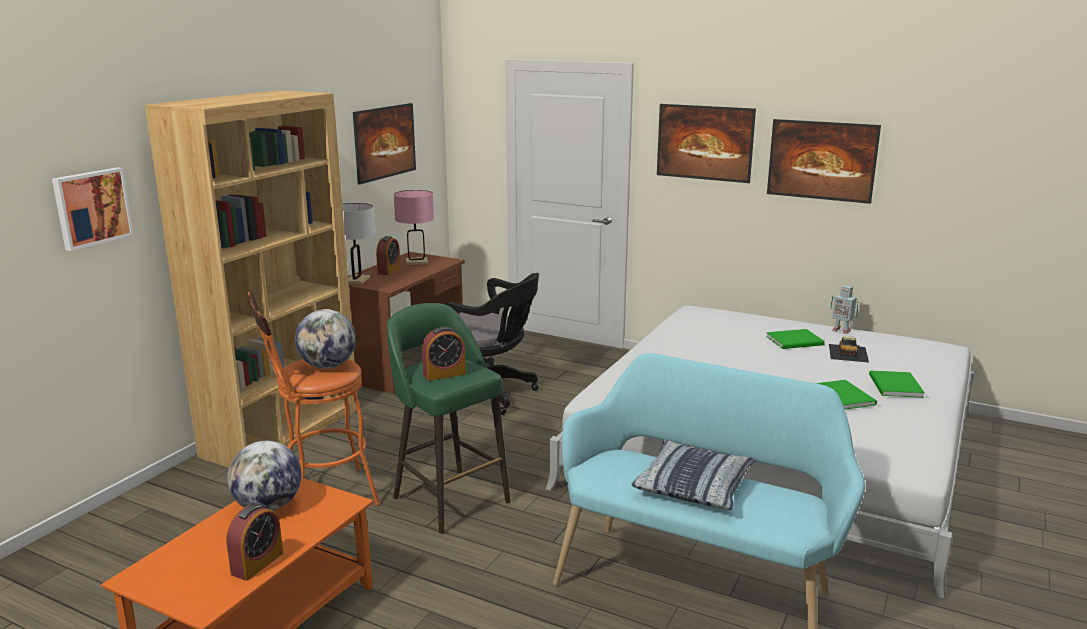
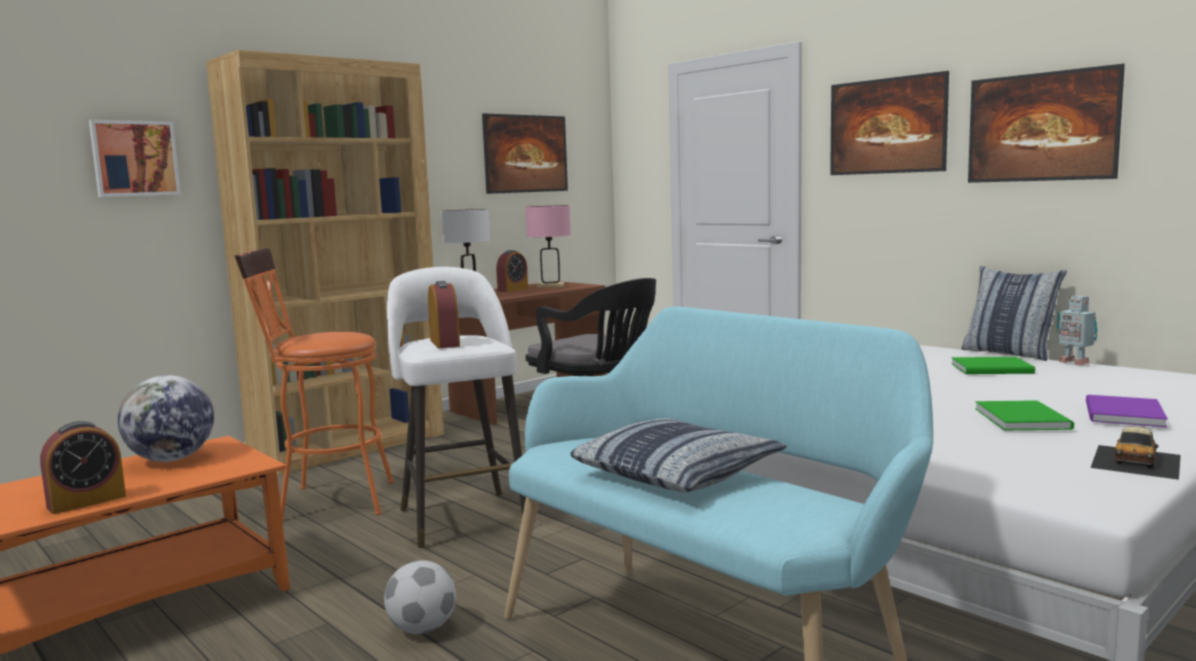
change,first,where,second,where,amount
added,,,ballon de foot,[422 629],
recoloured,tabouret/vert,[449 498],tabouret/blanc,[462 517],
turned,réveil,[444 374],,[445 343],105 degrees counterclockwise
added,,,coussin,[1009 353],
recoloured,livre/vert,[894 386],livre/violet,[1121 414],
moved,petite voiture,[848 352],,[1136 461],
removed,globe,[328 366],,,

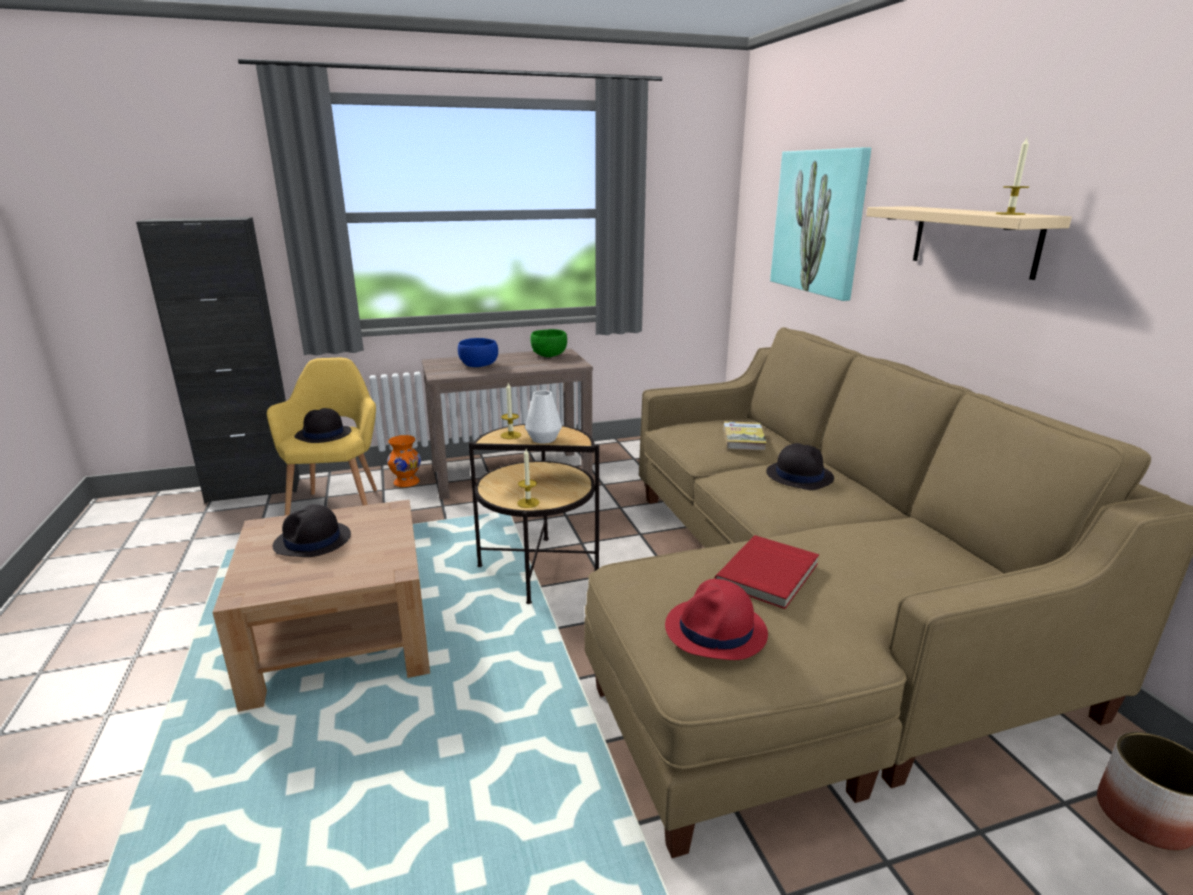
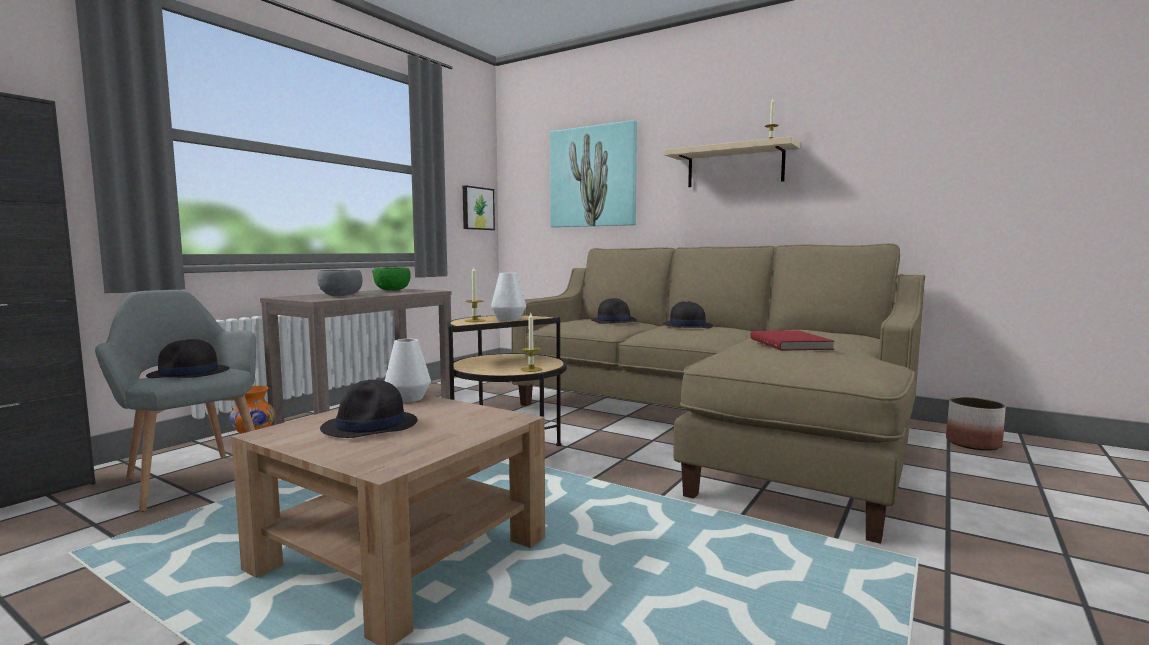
change,first,where,second,where,amount
recoloured,fauteuil/jaune,[339 505],fauteuil/gris,[190 477],
recoloured,bol/bleu,[479 365],bol/gris,[341 295],
added,,,vase/blanc,[408 398],
added,,,tableau,[477 208],
replaced,livre,[743 439],chapeau/noir,[614 321],
removed,chapeau/rouge,[716 631],,,

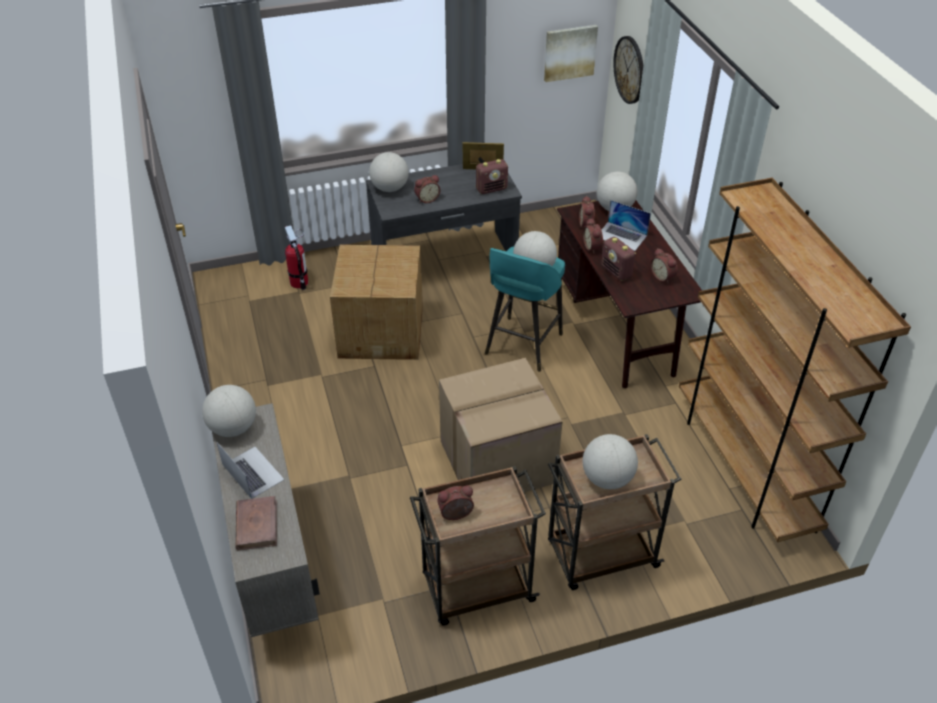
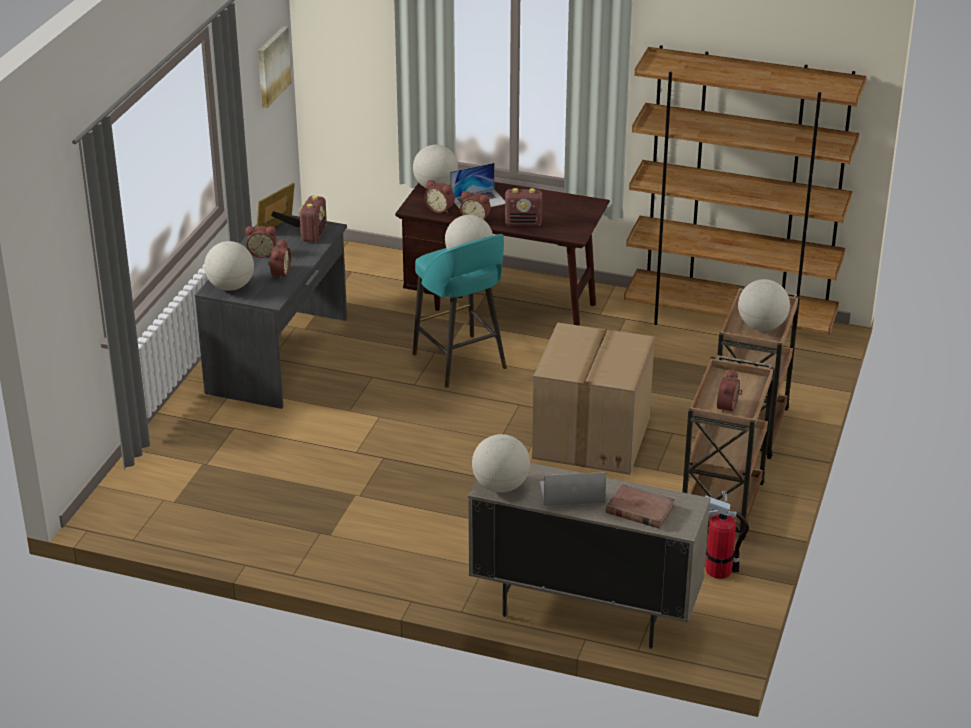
change,first,where,second,where,amount
moved,réveil,[663 276],,[262 253],
moved,extincteur,[299 282],,[719 570],
removed,carton,[382 330],,,
removed,horloge murale,[630 70],,,

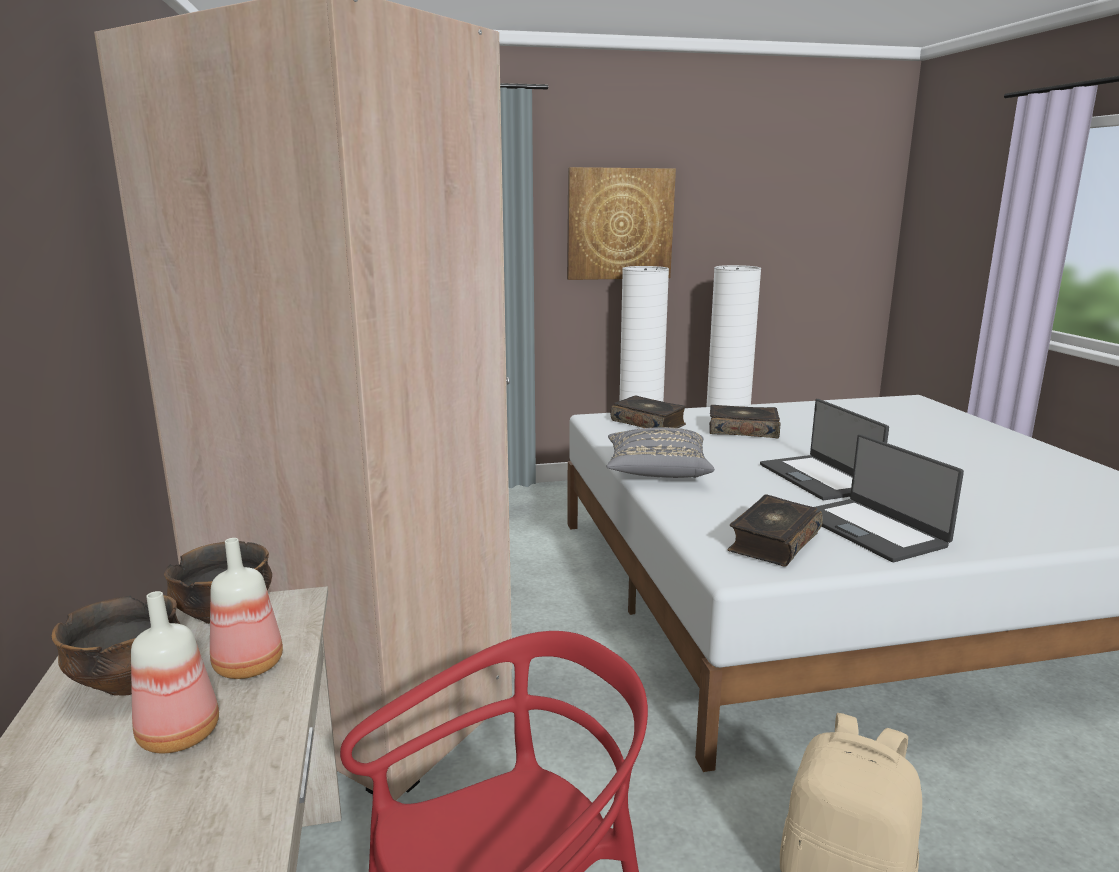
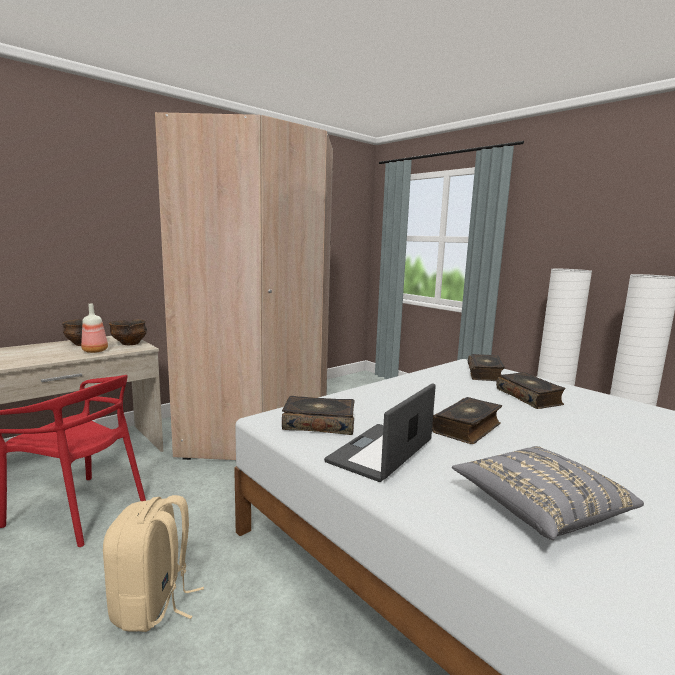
change,first,where,second,where,amount
replaced,ordinateur portable,[818 478],livre,[467 428],
moved,coussin/gris,[656 471],,[538 508],
removed,bouteille,[180 733],,,
removed,tableau,[619 224],,,

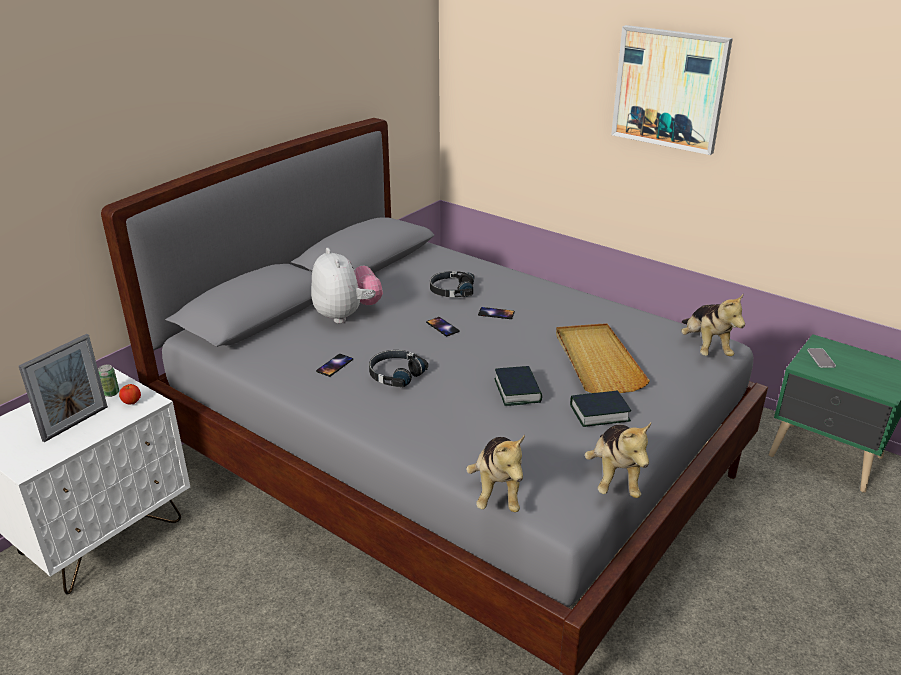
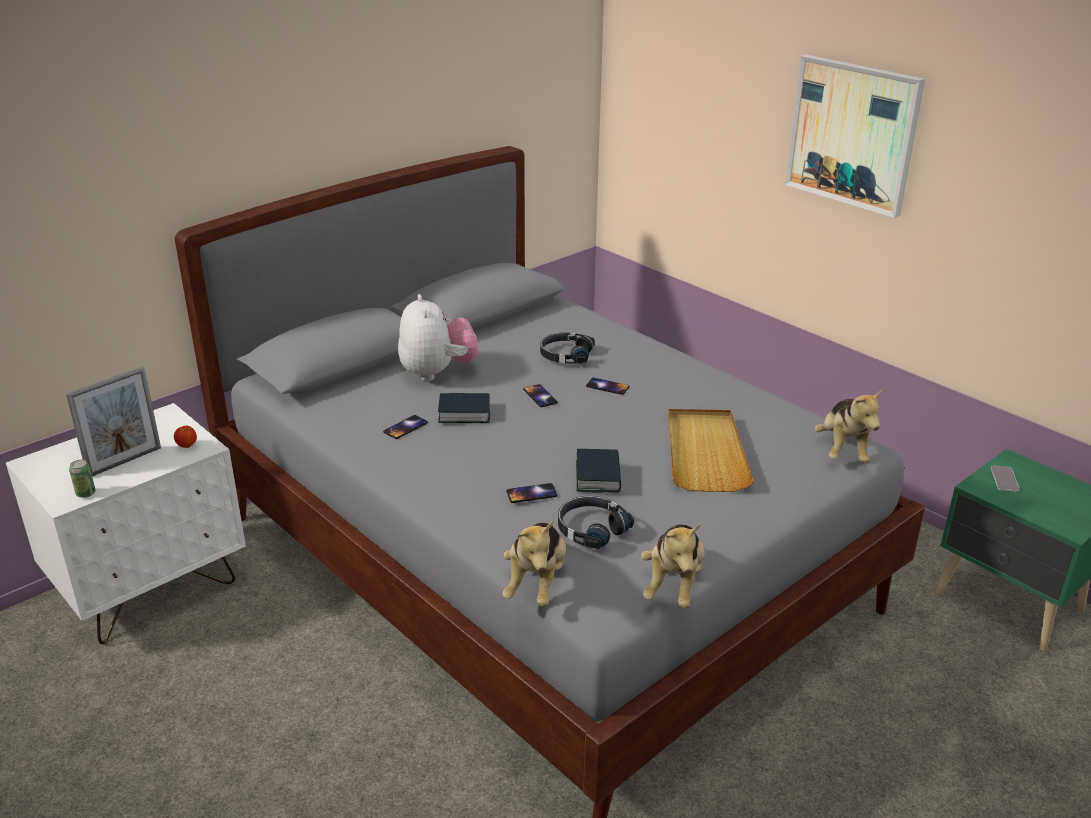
change,first,where,second,where,amount
moved,boîte métallique,[111 393],,[86 493],
moved,livre,[599 413],,[464 413],
added,,,téléphone,[531 494],
moved,casque audio/noir,[395 374],,[591 529],

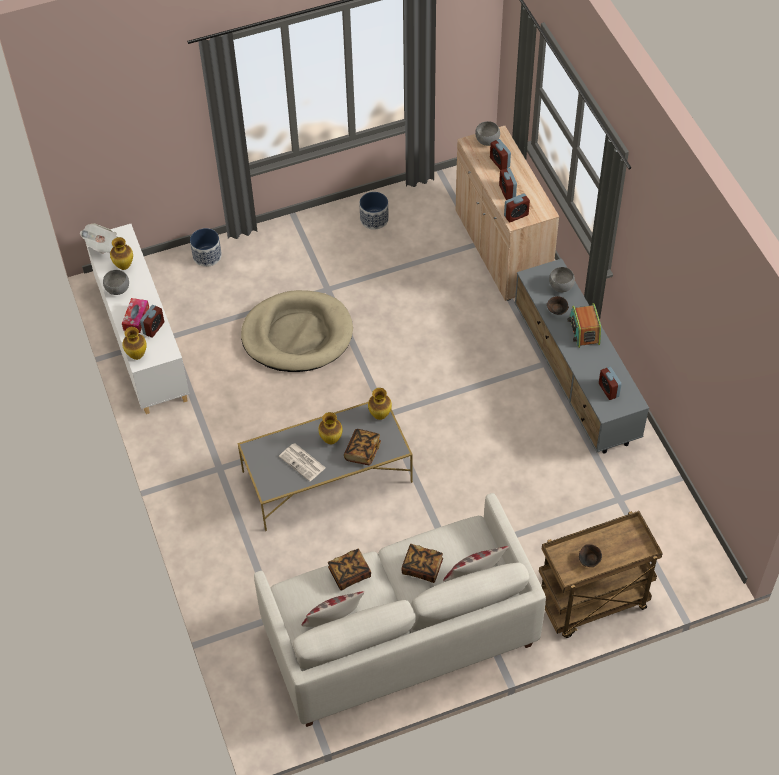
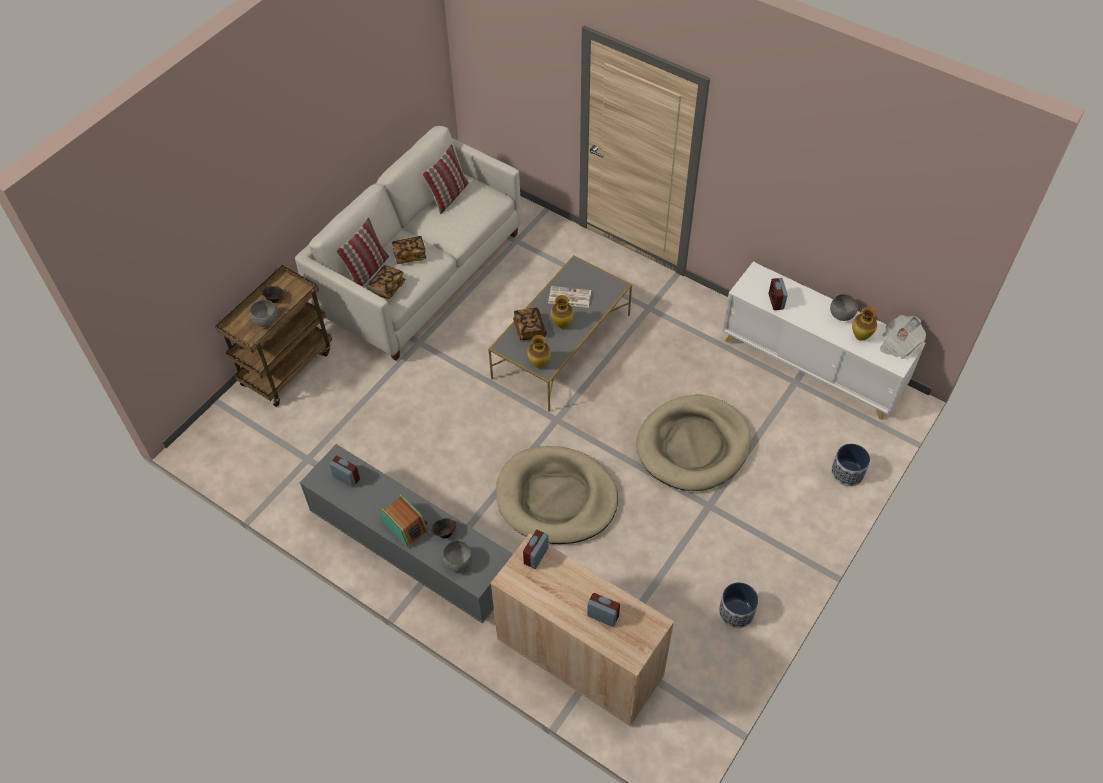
change,first,where,second,where,amount
moved,bol/gris,[486 141],,[266 320],
moved,livre,[349 574],,[387 287],
added,,,panier pour chien/beige,[556 498],
removed,boîte à mouchoirs,[136 318],,,
removed,vase,[136 355],,,
removed,réveil,[507 191],,,

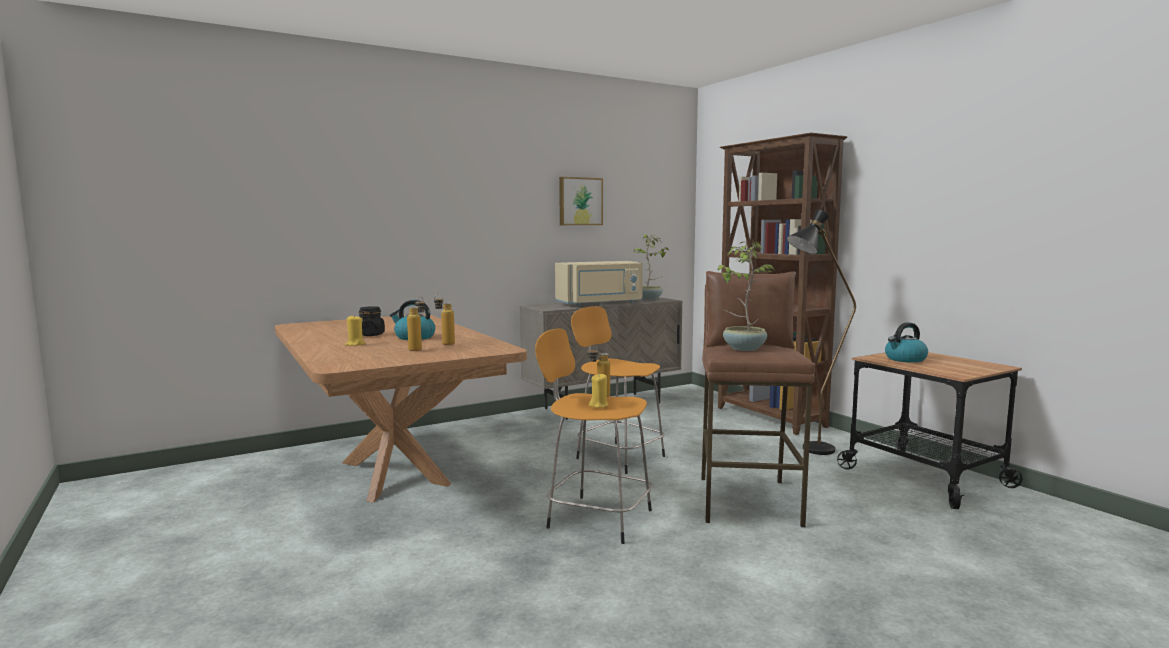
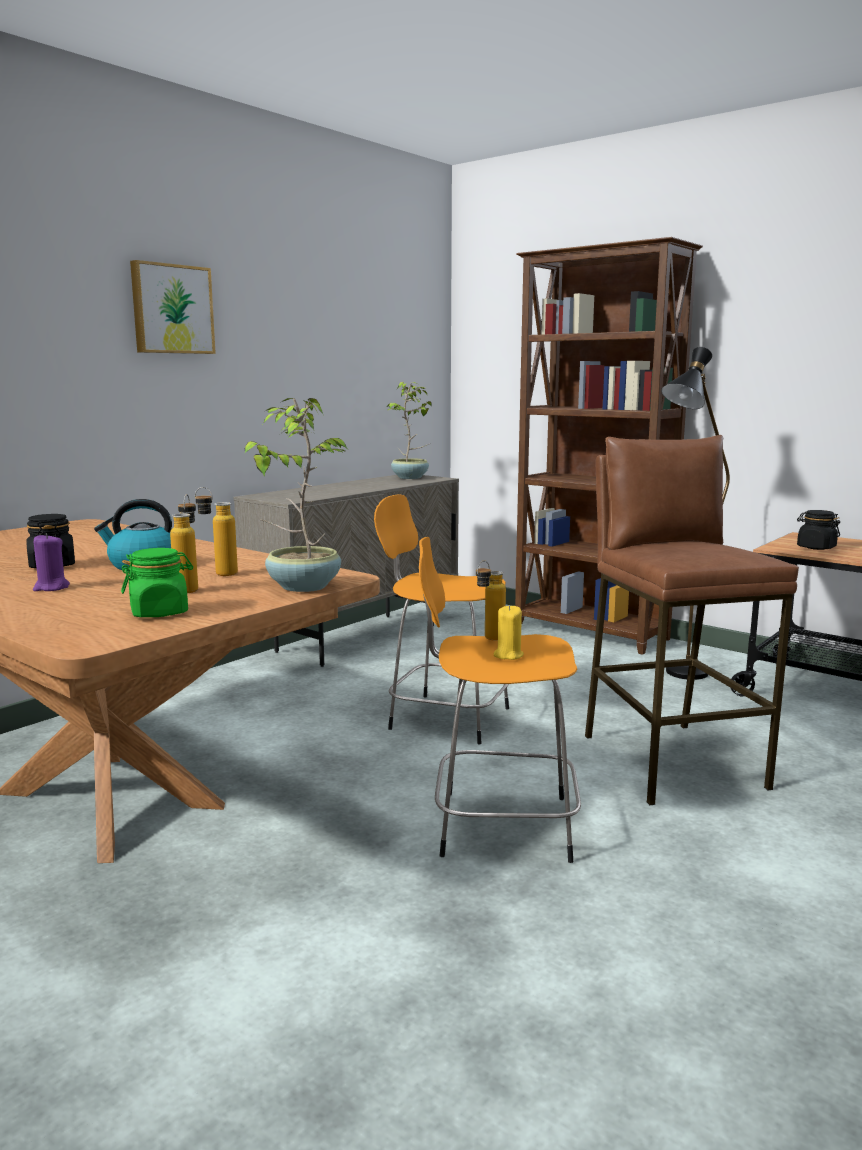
change,first,where,second,where,amount
recoloured,bougie/jaune,[355 344],bougie/violet,[51 588],
added,,,bocal/vert,[160 612],
moved,tableau,[580 201],,[171 309],
moved,plante en pot,[743 348],,[302 586],
replaced,bouilloire,[905 359],bocal/noir,[816 547],
removed,micro-ondes/beige,[600 303],,,

